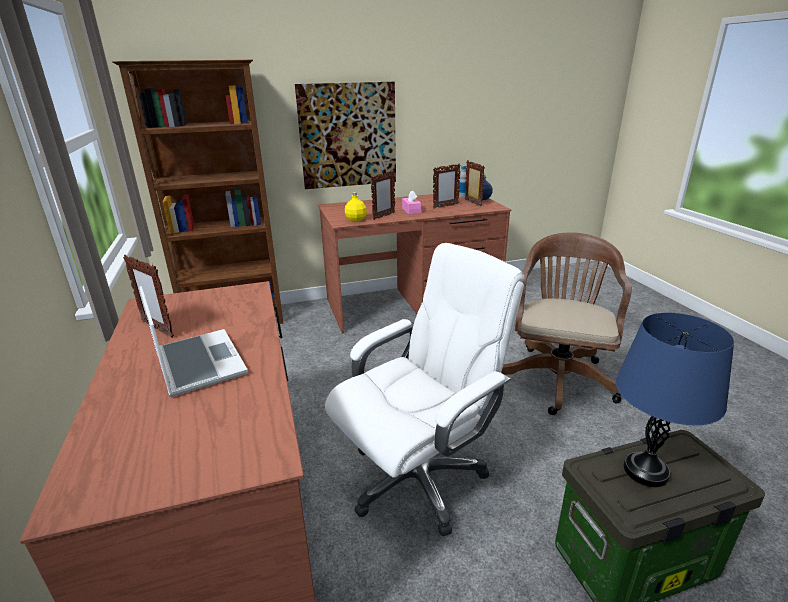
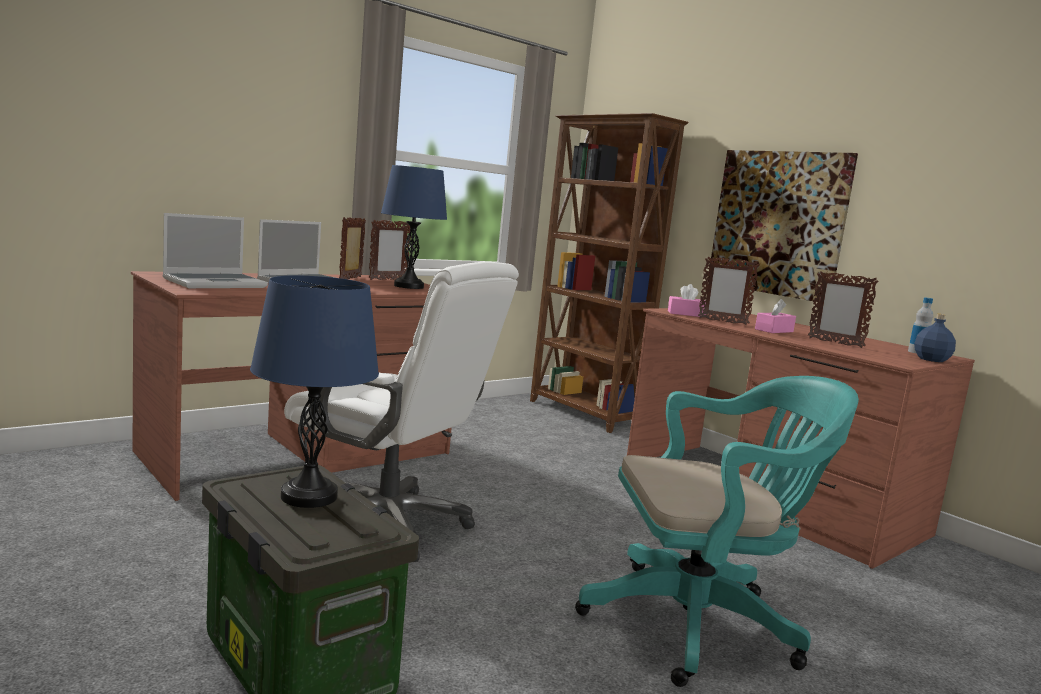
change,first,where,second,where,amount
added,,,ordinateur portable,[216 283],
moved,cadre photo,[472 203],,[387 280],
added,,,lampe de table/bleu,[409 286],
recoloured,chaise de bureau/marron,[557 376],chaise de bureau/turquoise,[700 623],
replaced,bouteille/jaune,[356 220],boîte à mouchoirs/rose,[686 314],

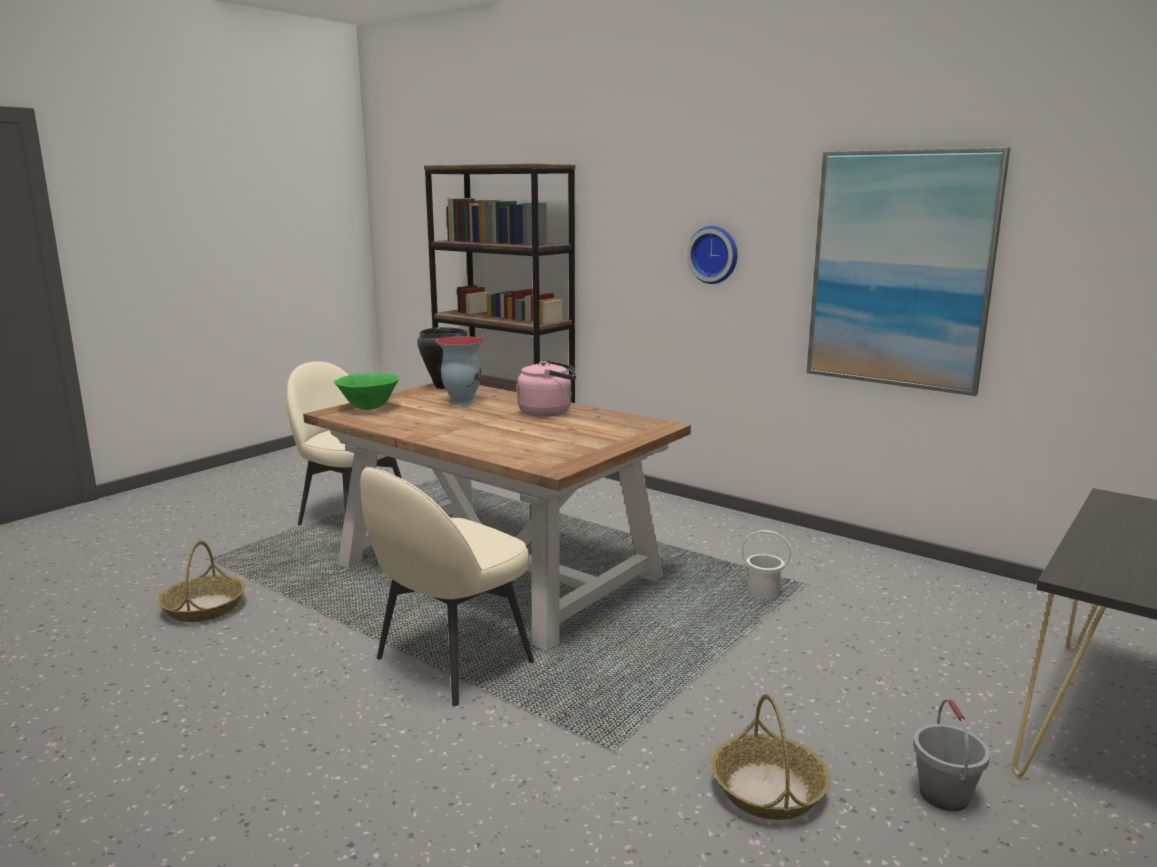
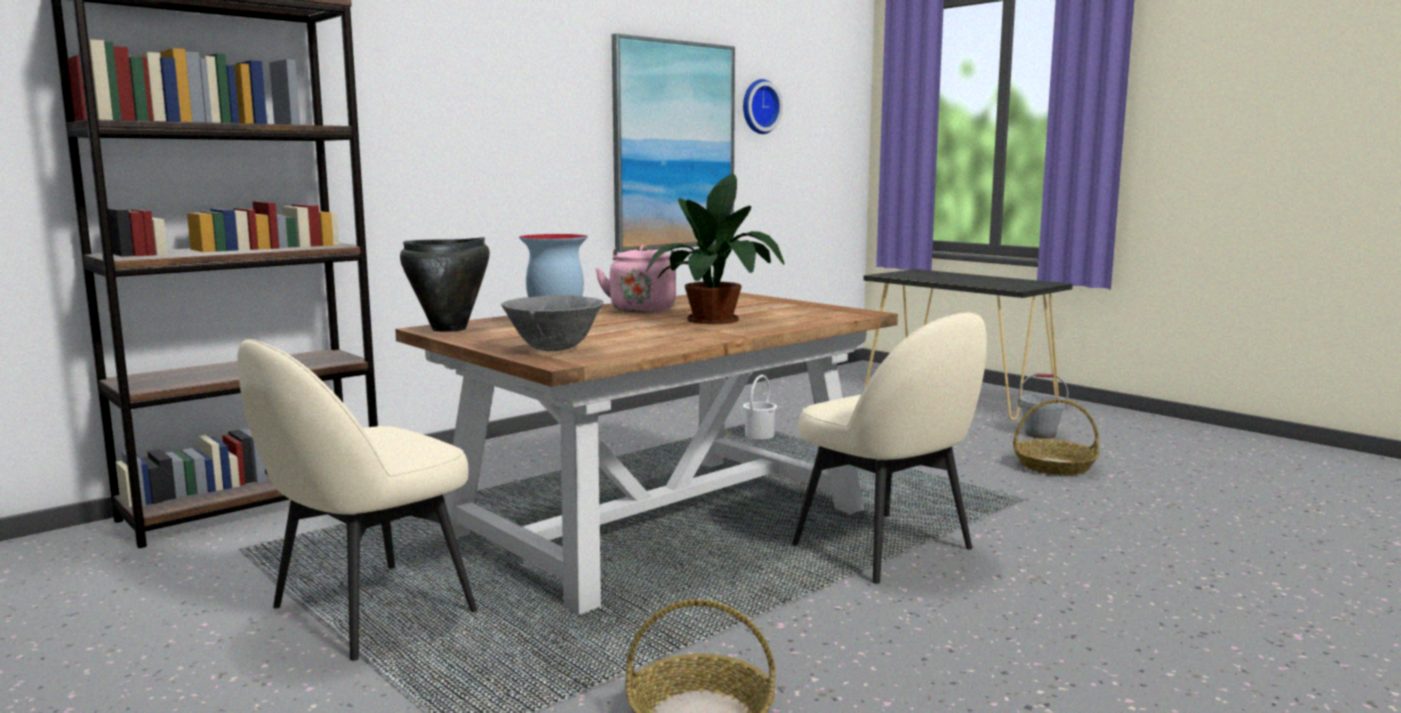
change,first,where,second,where,amount
recoloured,bol/vert,[369 408],bol/gris,[554 349],
added,,,plante en pot,[717 319],
moved,horloge murale,[714 254],,[758 107],

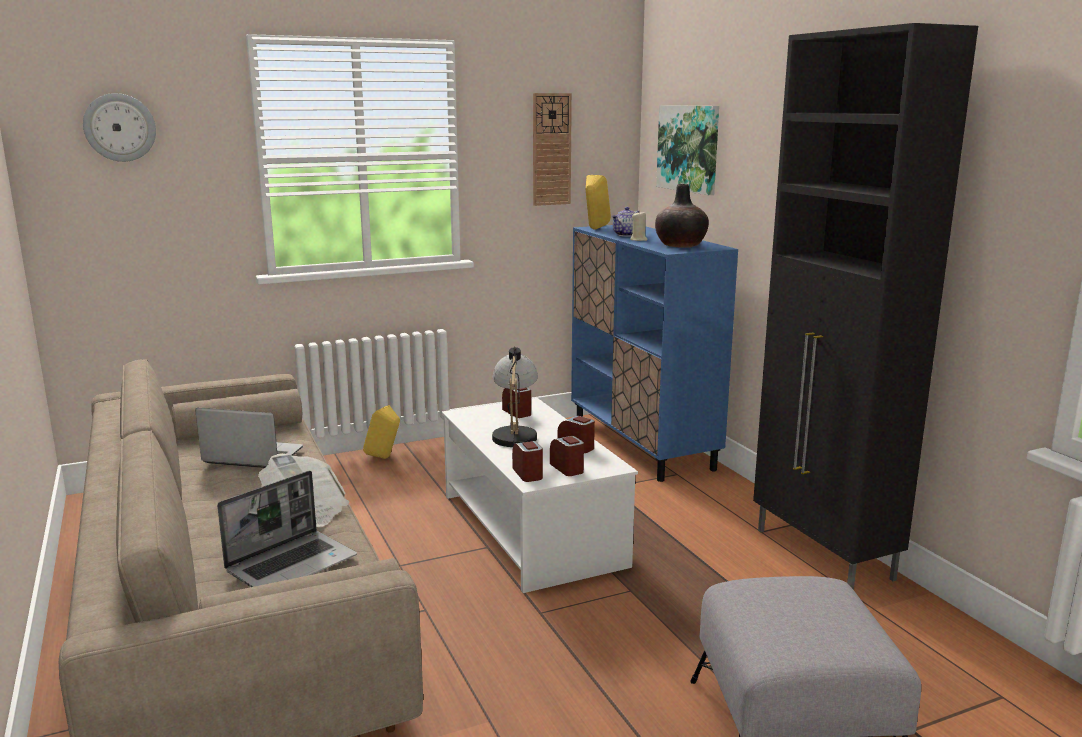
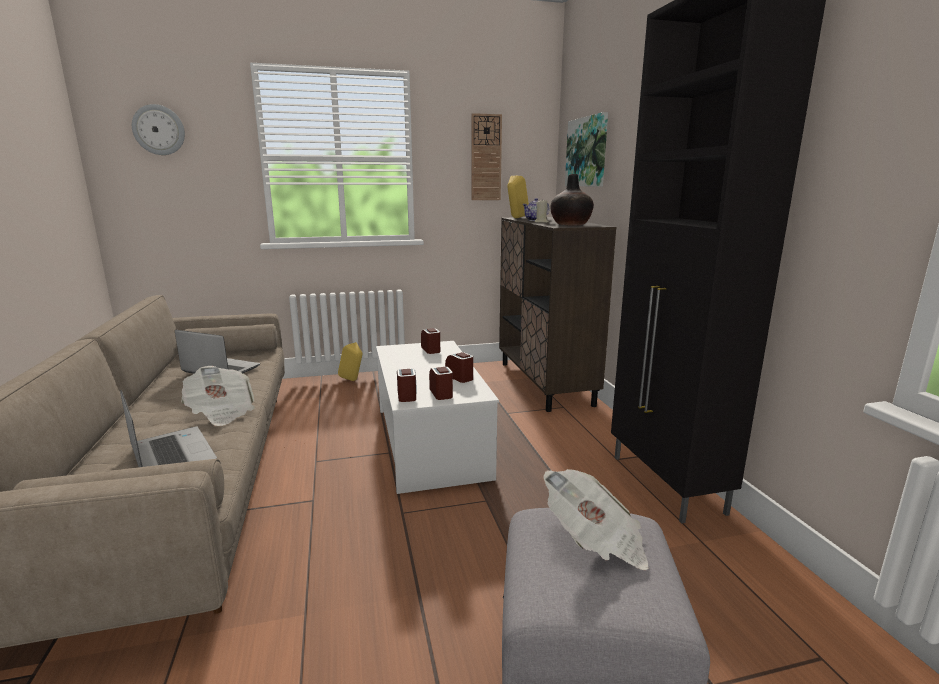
change,first,where,second,where,amount
turned,ordinateur portable,[292 564],,[171 455],90 degrees counterclockwise
recoloured,meuble de rangement/bleu,[642 444],meuble de rangement/marron,[545 383],
added,,,journal,[595 541],
removed,lampe de table,[514 434],,,

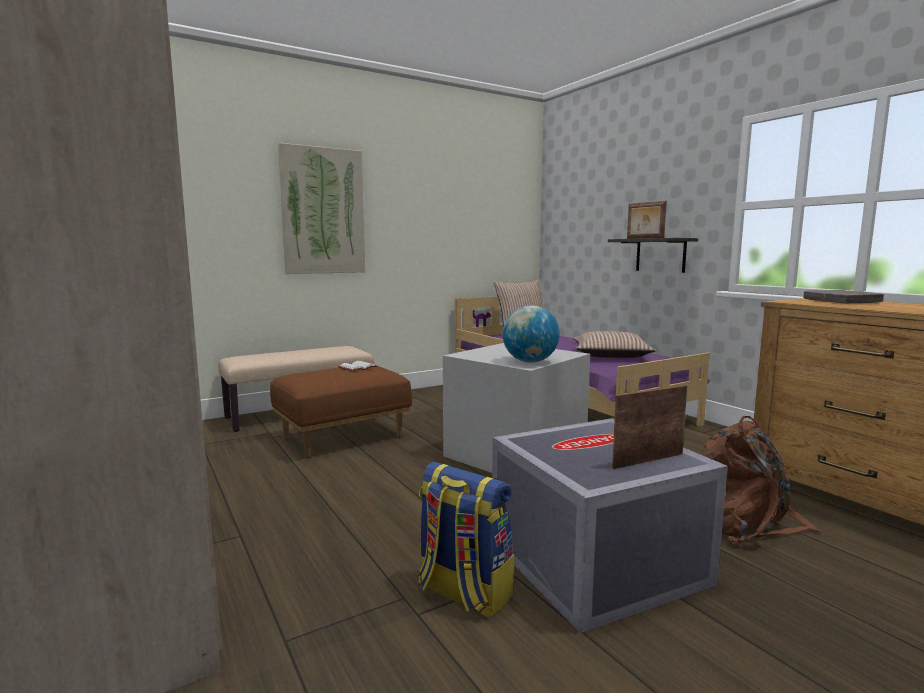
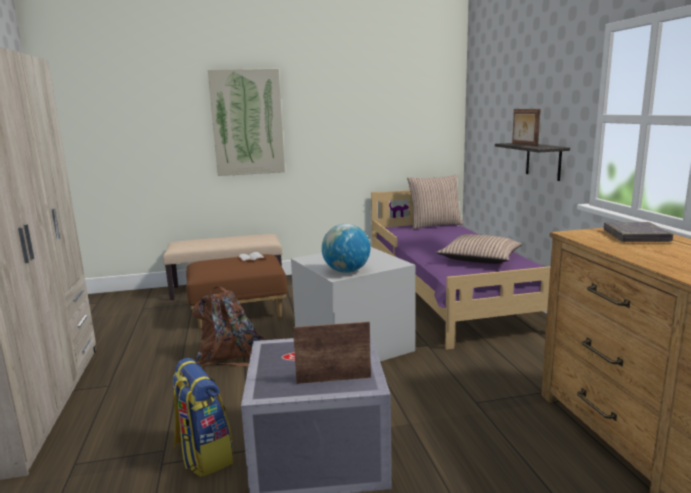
change,first,where,second,where,amount
moved,sac à dos/marron,[742 521],,[232 356],

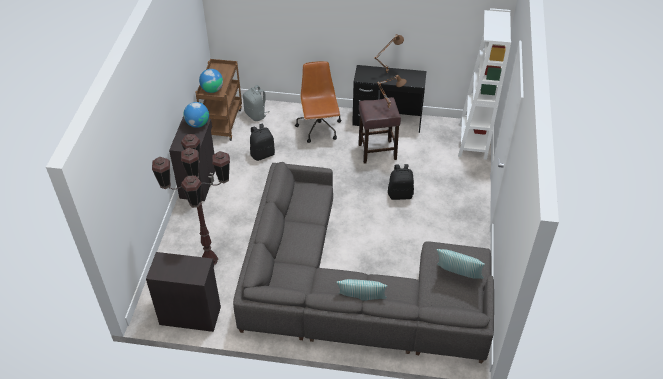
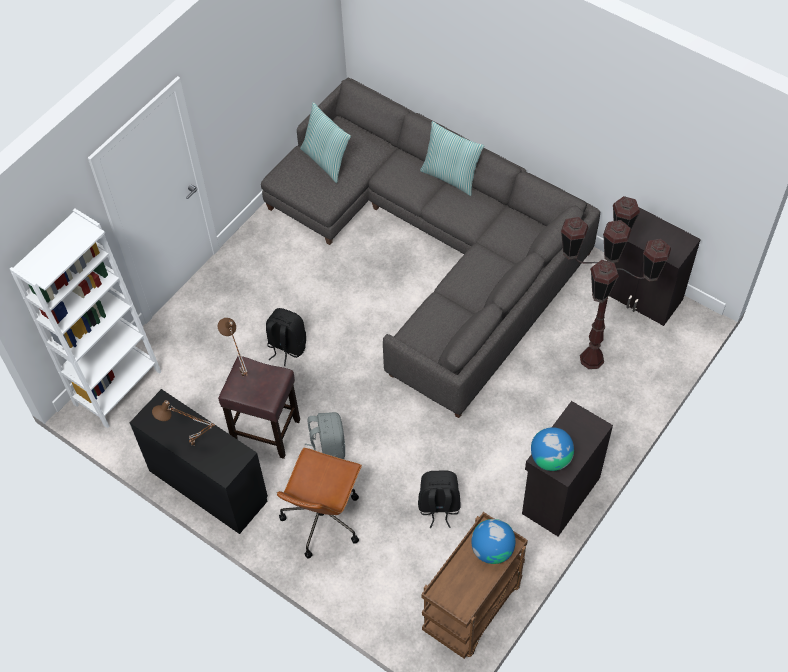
change,first,where,second,where,amount
moved,sac à dos/gris,[256 114],,[328 449],

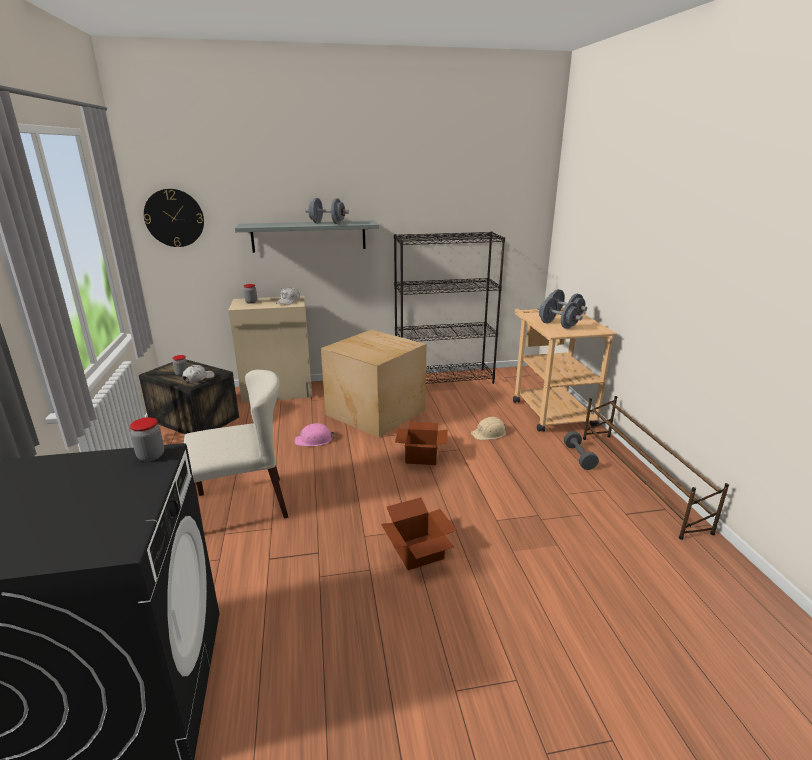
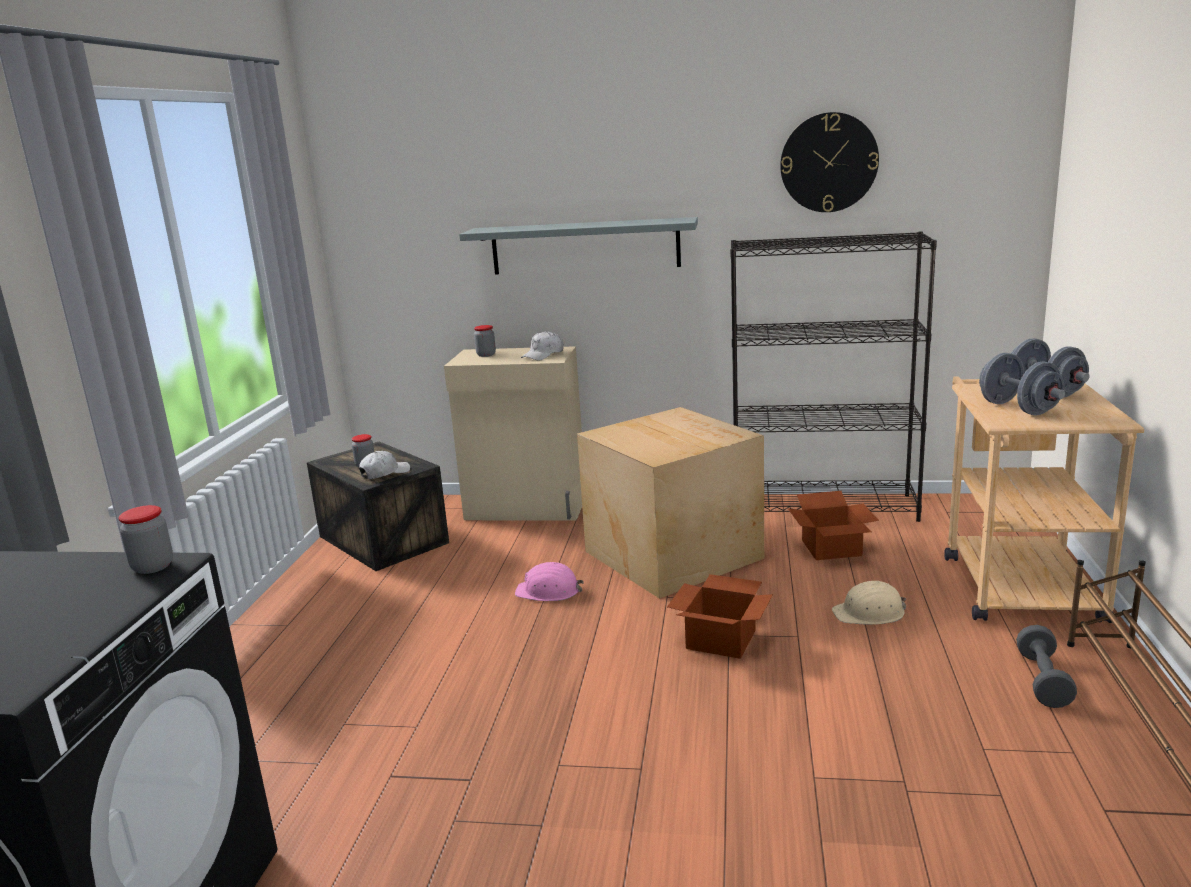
change,first,where,second,where,amount
moved,horloge murale,[174 218],,[828 162],
moved,carton,[418 553],,[831 549],
removed,chaise/beige,[243 504],,,
removed,haltère/gris,[327 223],,,

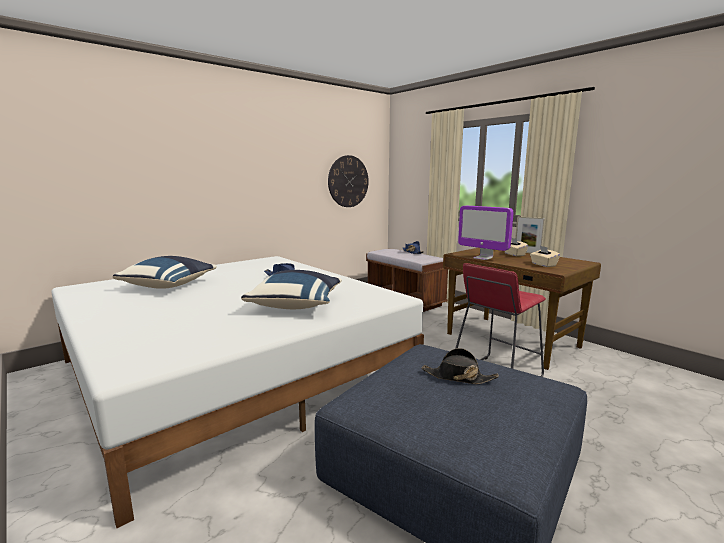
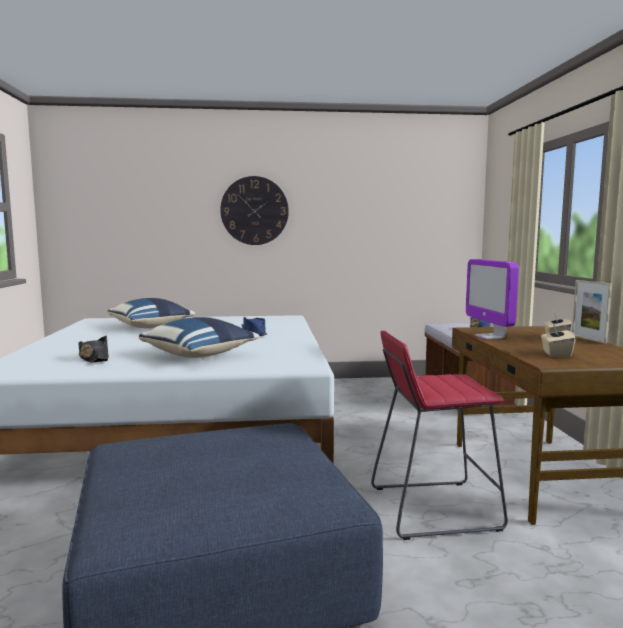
change,first,where,second,where,amount
moved,chapeau/noir,[458 377],,[94 358],
moved,horloge murale,[348 181],,[254 211],

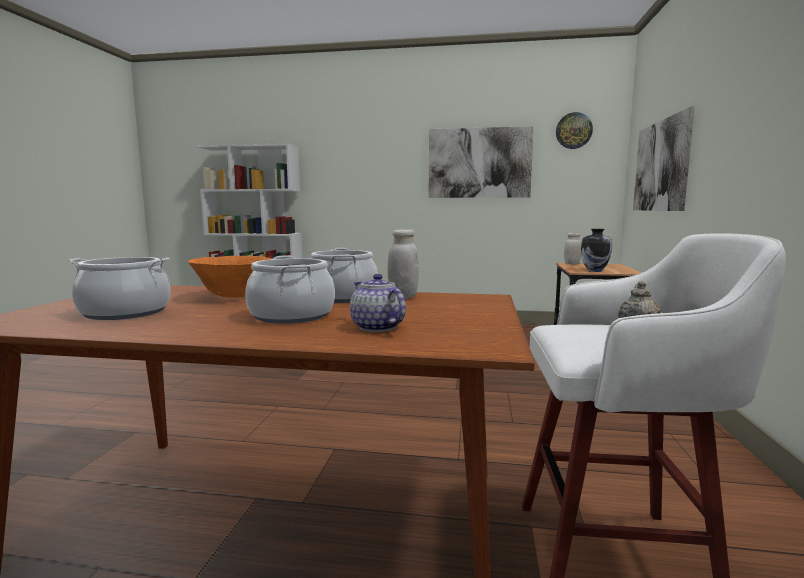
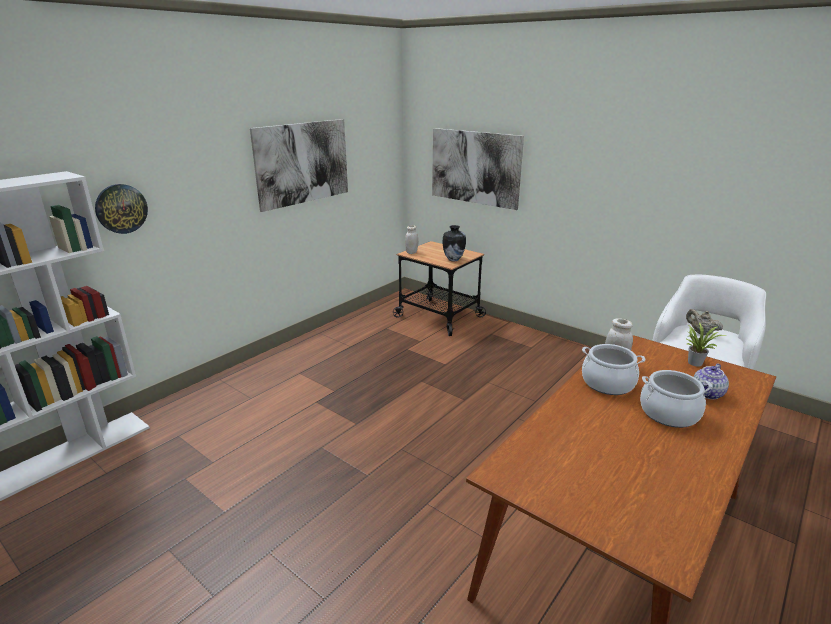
change,first,where,second,where,amount
moved,horloge murale,[573 130],,[121 208],
added,,,plante en pot,[695 362],
turned,théière,[376 327],,[707 393],45 degrees counterclockwise
removed,marmite,[125 313],,,
removed,bol/orange,[233 297],,,

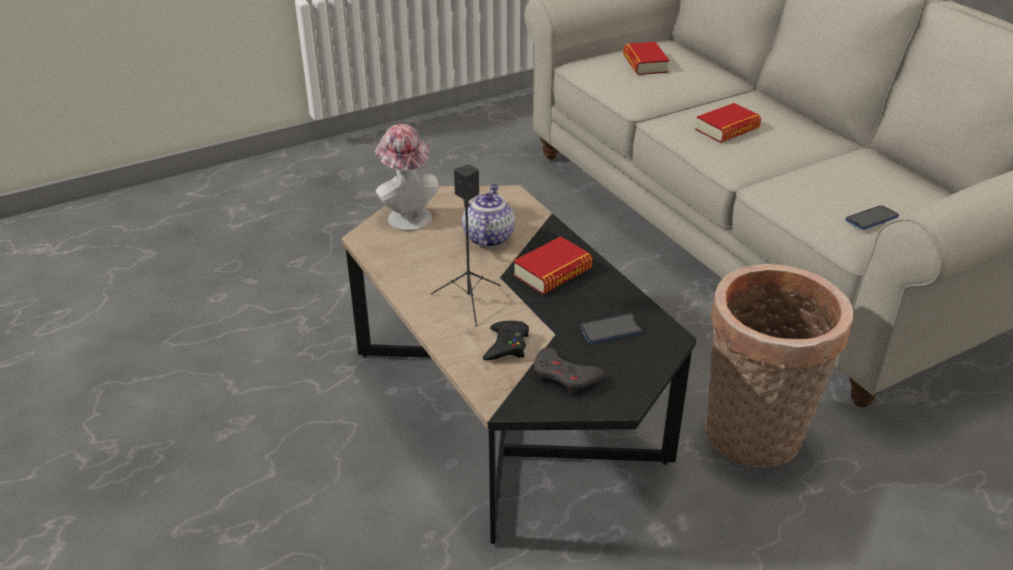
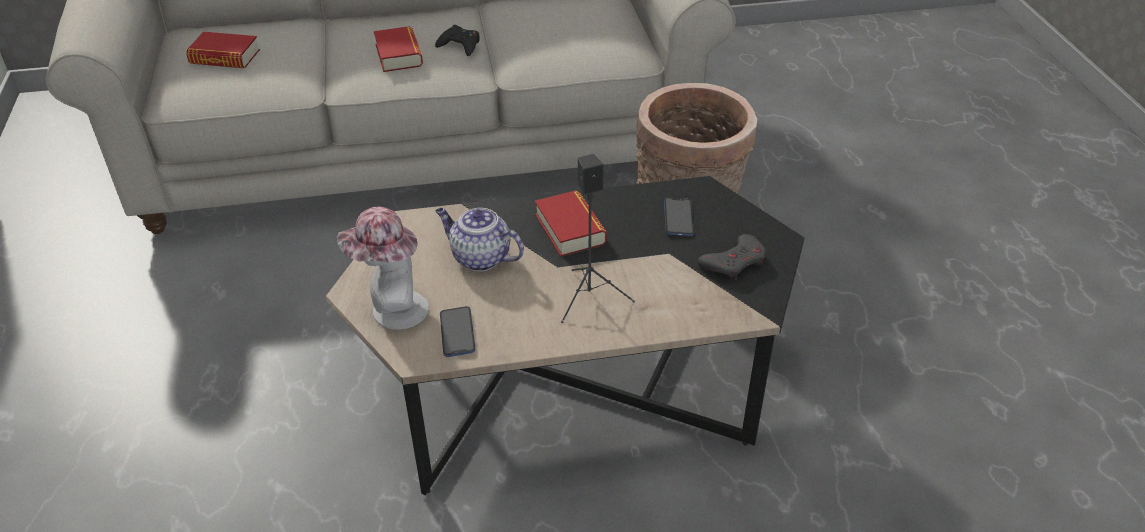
change,first,where,second,where,amount
moved,manette/noir,[506 345],,[460 45],
moved,téléphone,[871 219],,[457 333],

